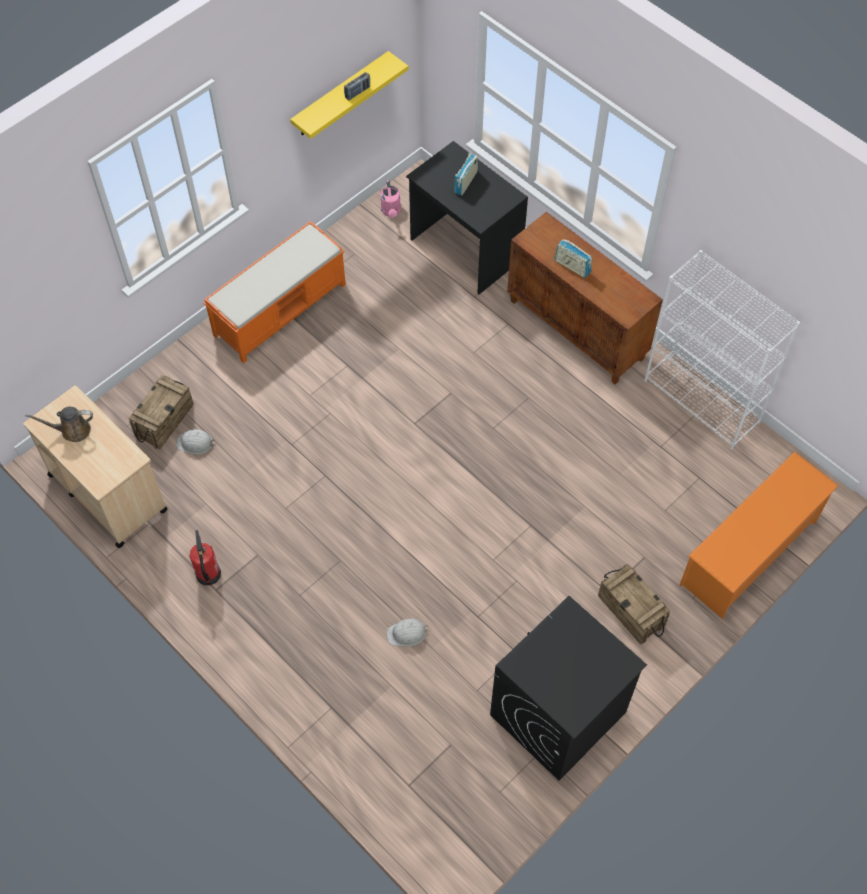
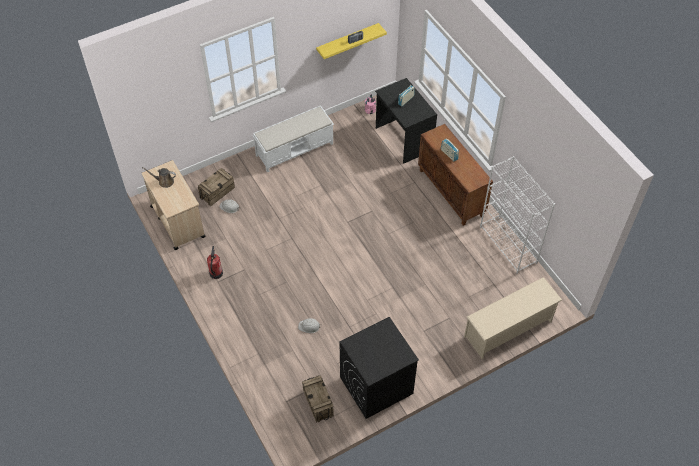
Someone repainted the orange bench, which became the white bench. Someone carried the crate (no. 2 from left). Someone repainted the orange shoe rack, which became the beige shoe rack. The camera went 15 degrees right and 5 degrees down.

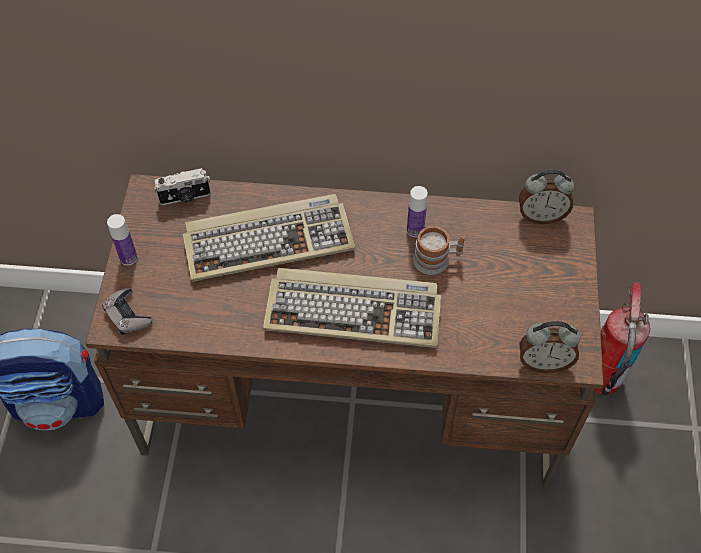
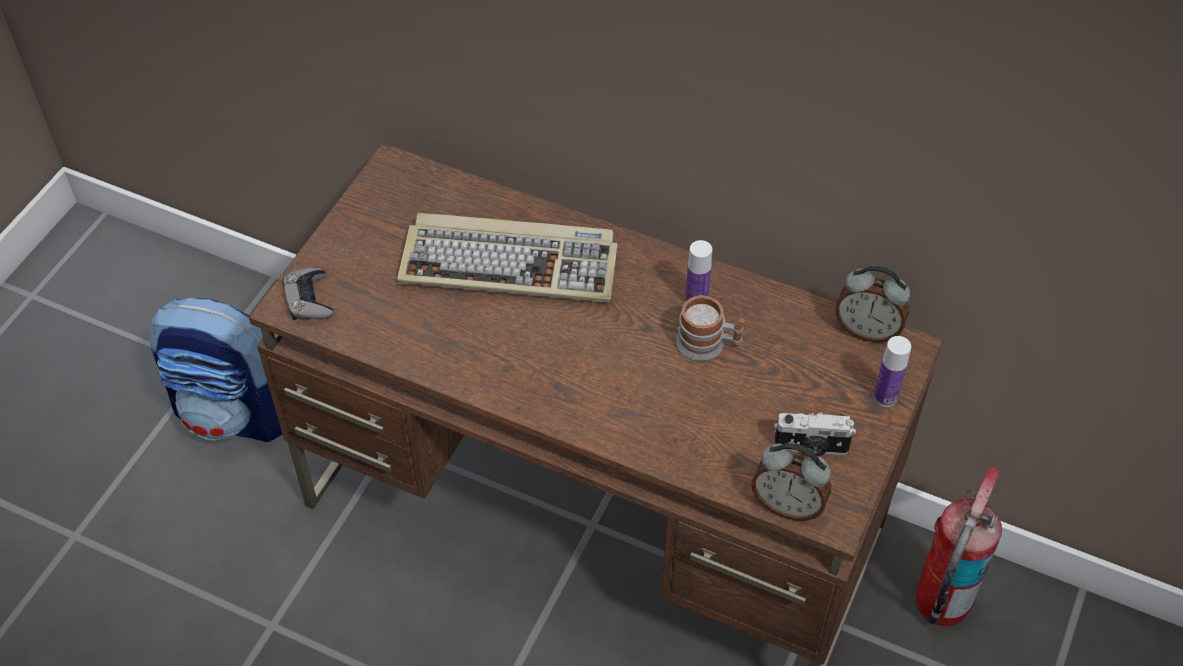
Someone carried the bottle (no. 1 from left in the first image). Someone carried the photo camera. Someone took away the keyboard (no. 2 from left). The camera went 20 degrees right and 5 degrees down.

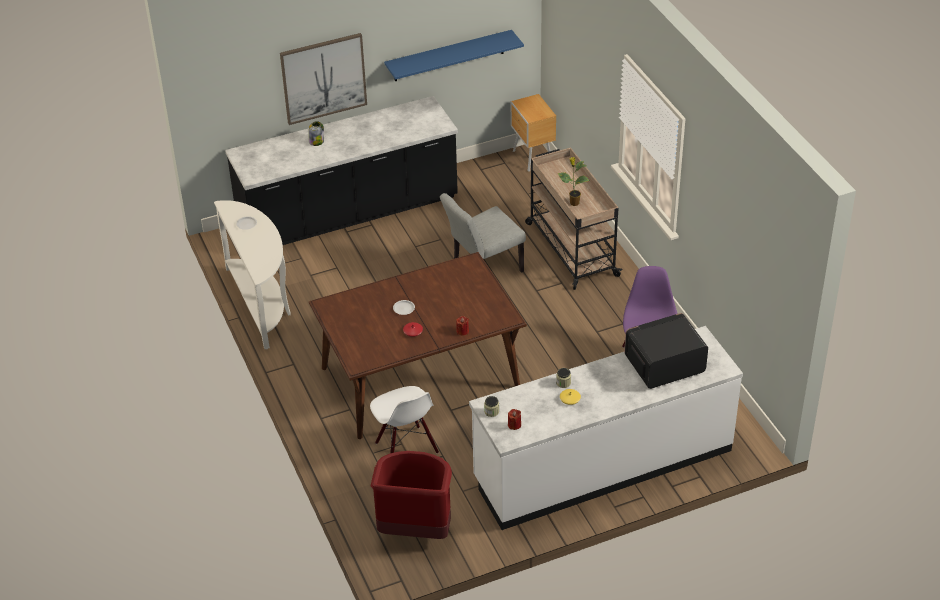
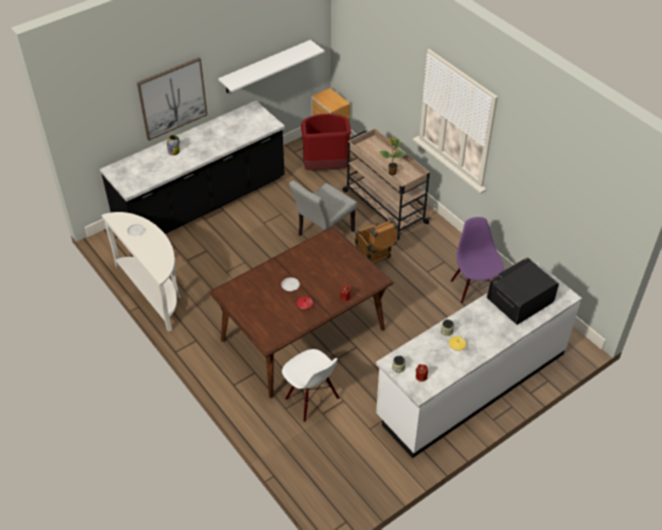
Someone carried the red trash can. Someone repainted the blue shelf, which became the white shelf. Someone put down the crate. The camera went 15 degrees left and 5 degrees up.

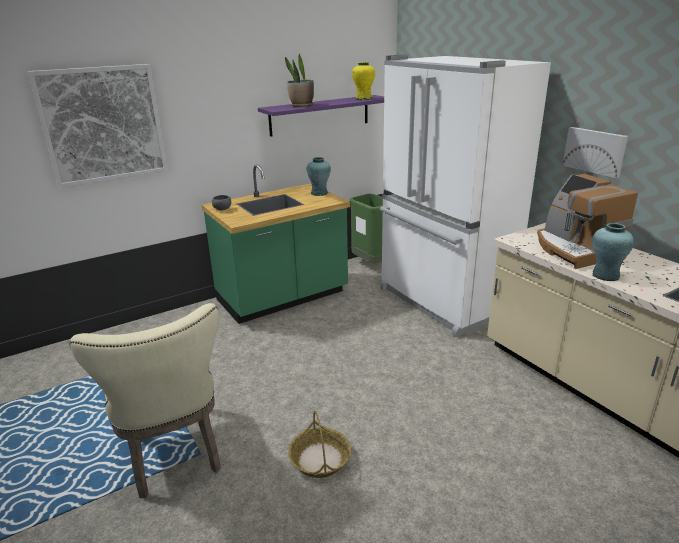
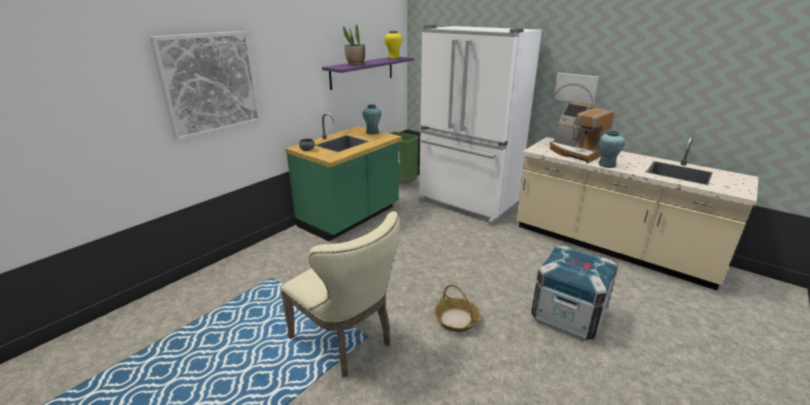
Someone put down the crate. The camera went 20 degrees left and 0 degrees up.

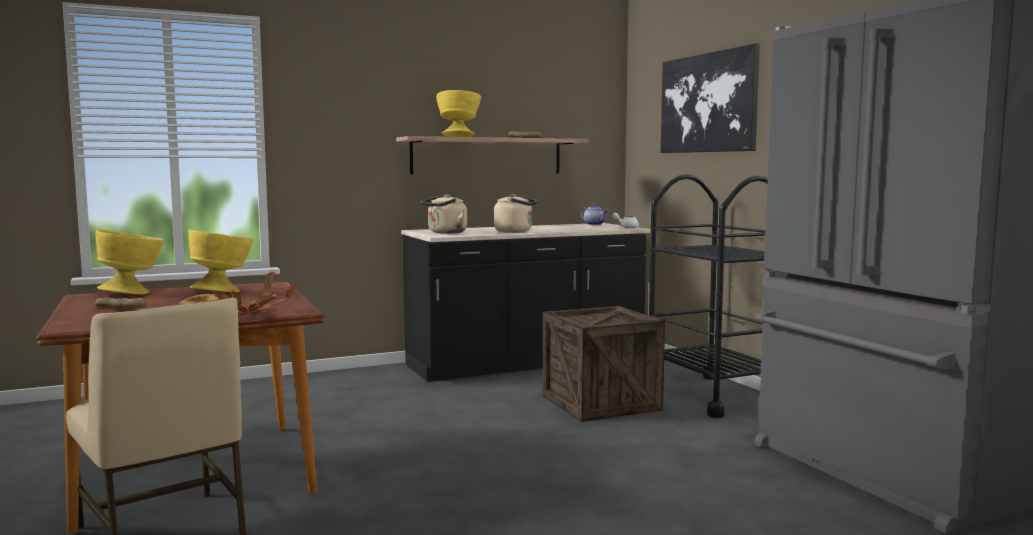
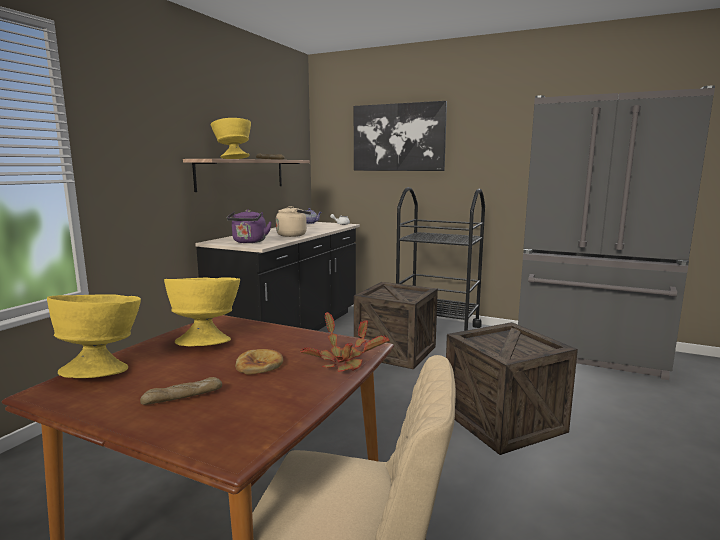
Someone repainted the beige kettle (no. 1 from left), which became the purple kettle. Someone put down the crate (no. 2 from left). The camera went 40 degrees left and 5 degrees up.

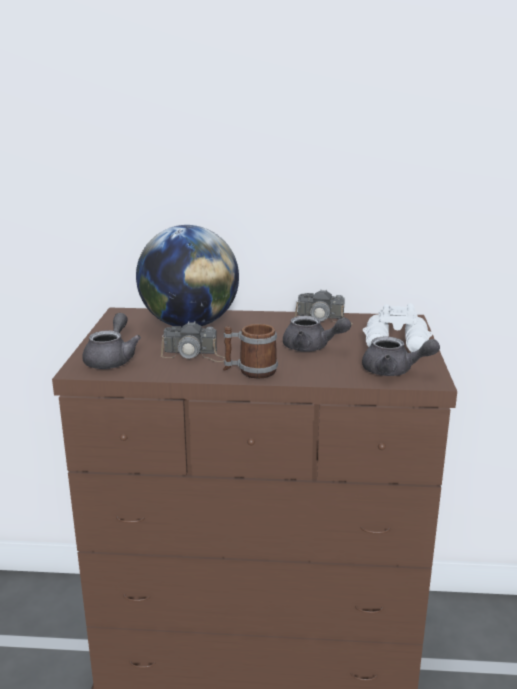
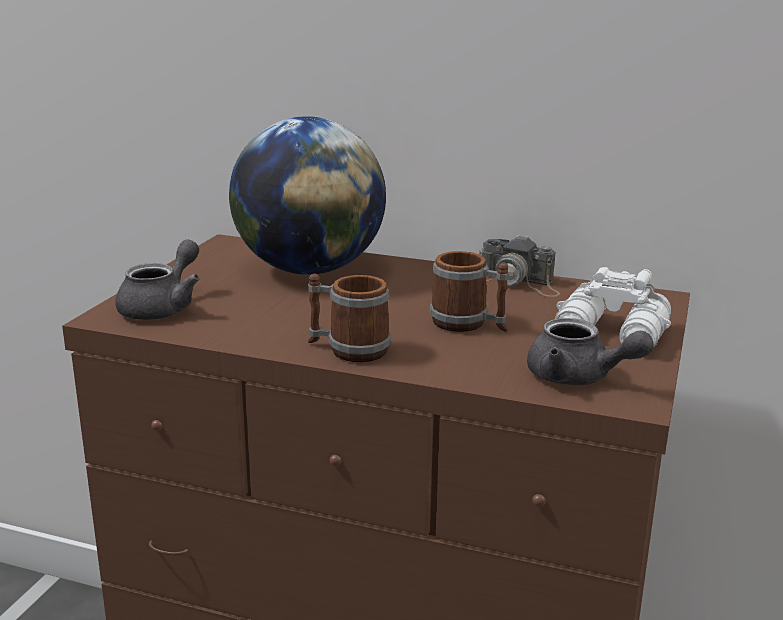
Someone took away the photo camera (no. 1 from left). Someone swapped the grey teapot (no. 2 from left) for the mug (no. 2 from left). The camera went 15 degrees right and 0 degrees up.

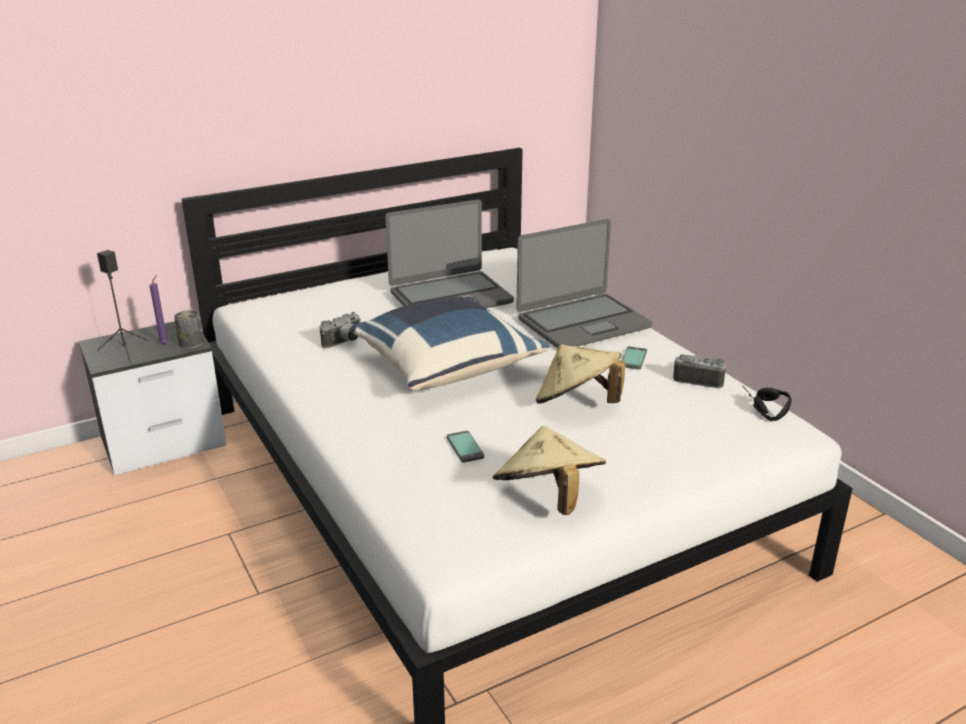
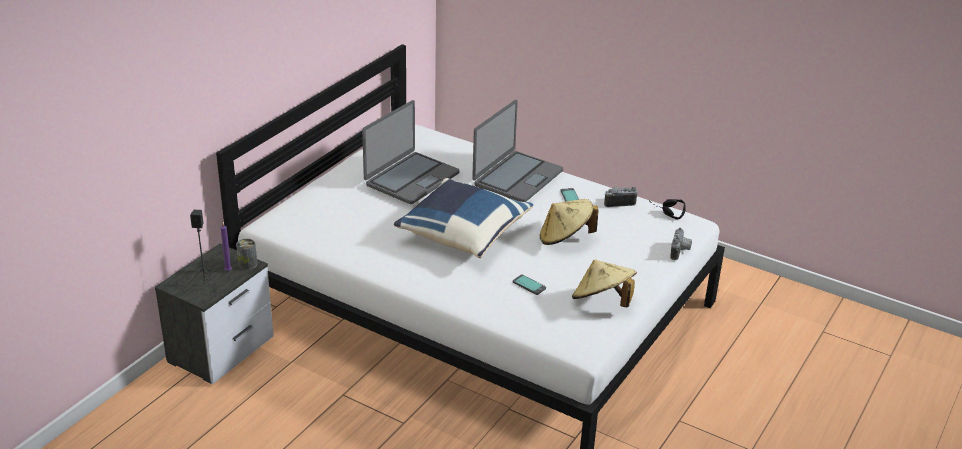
Someone carried the photo camera (no. 1 from left in the first image). The camera went 30 degrees left and 5 degrees up.

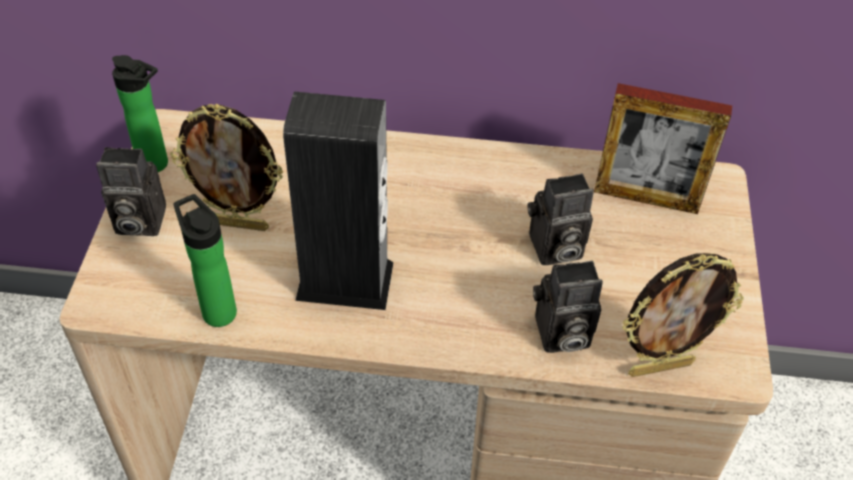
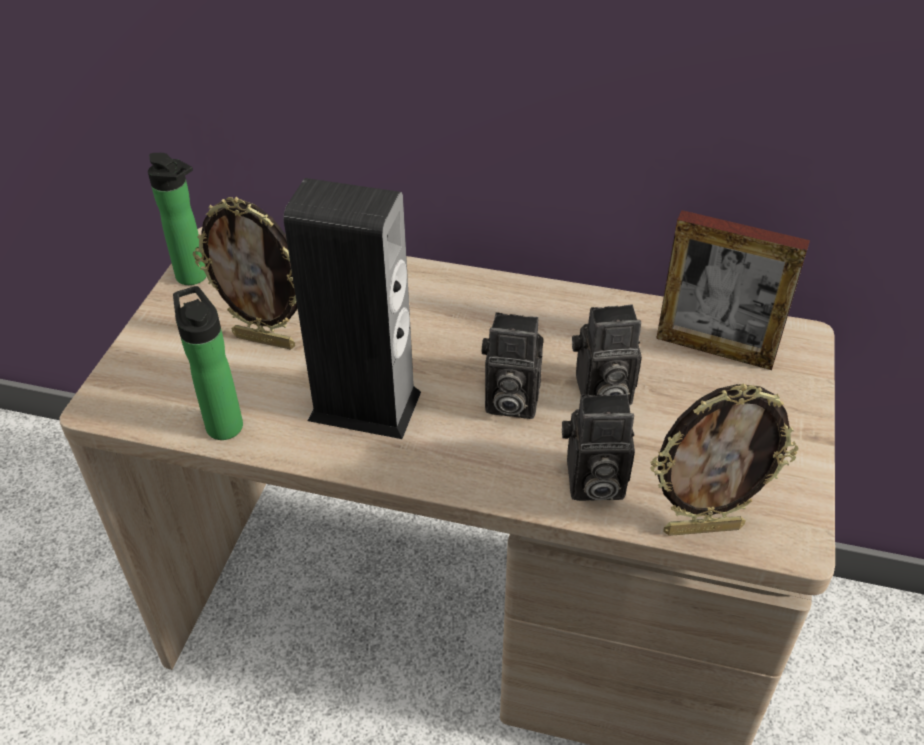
Someone carried the photo camera (no. 1 from left). The camera went 10 degrees right and 5 degrees down.

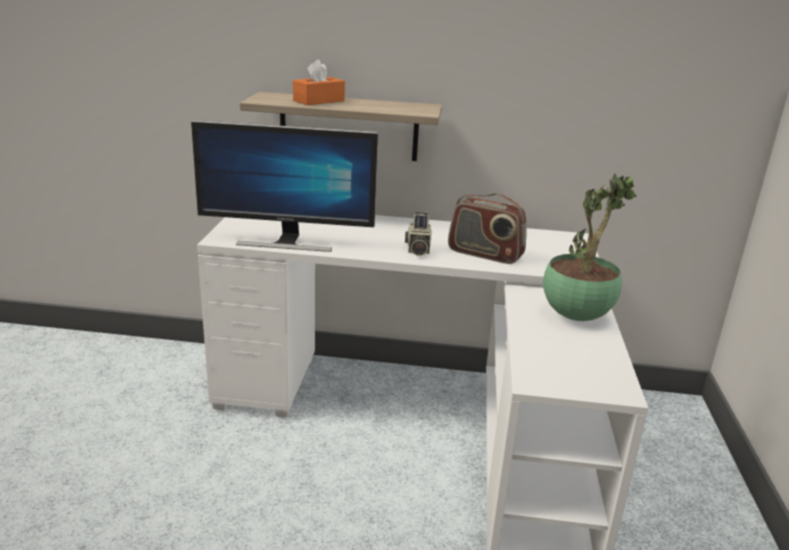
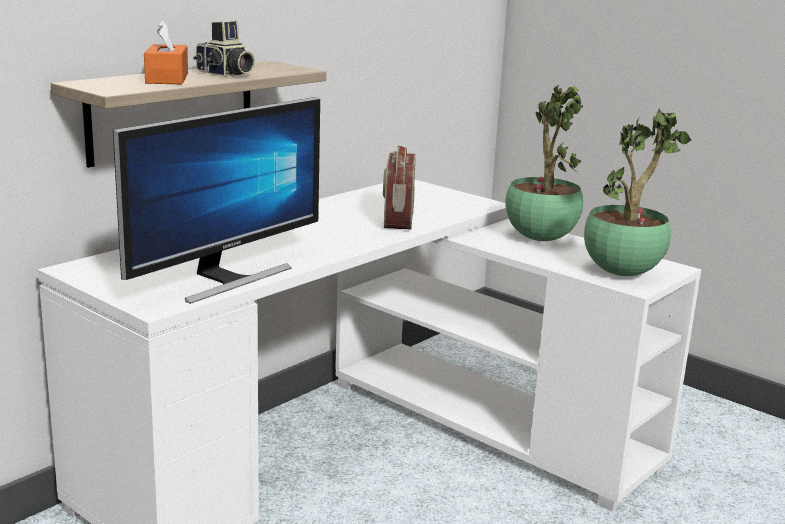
Someone carried the photo camera. Someone rotated the radio by 120 degrees clockwise. Someone put down the potted plant (no. 2 from left). The camera went 55 degrees left and 5 degrees down.

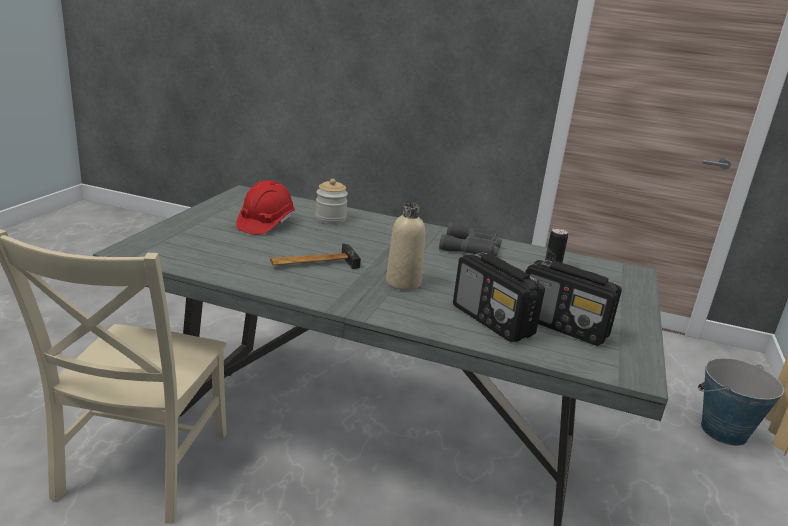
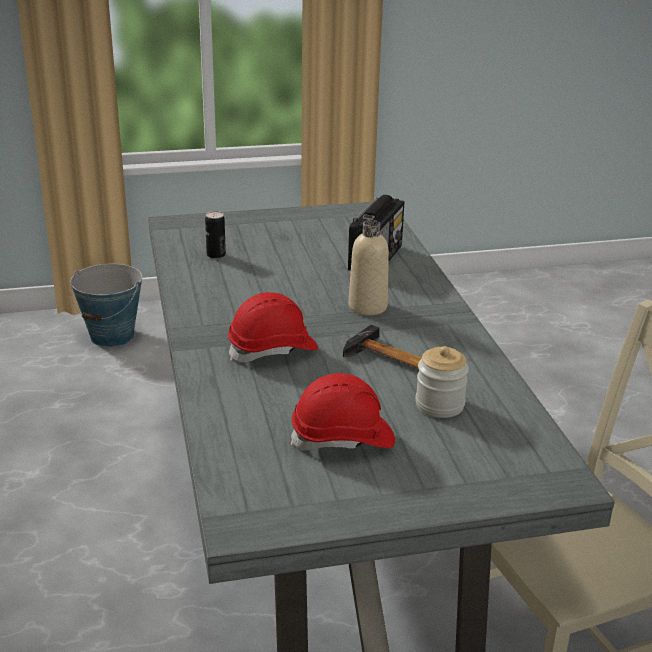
Someone carried the jar. Someone took away the grey binoculars. Someone took away the radio (no. 2 from left). Someone put down the red hard hat (no. 1 from left). The camera went 120 degrees left and 5 degrees up.

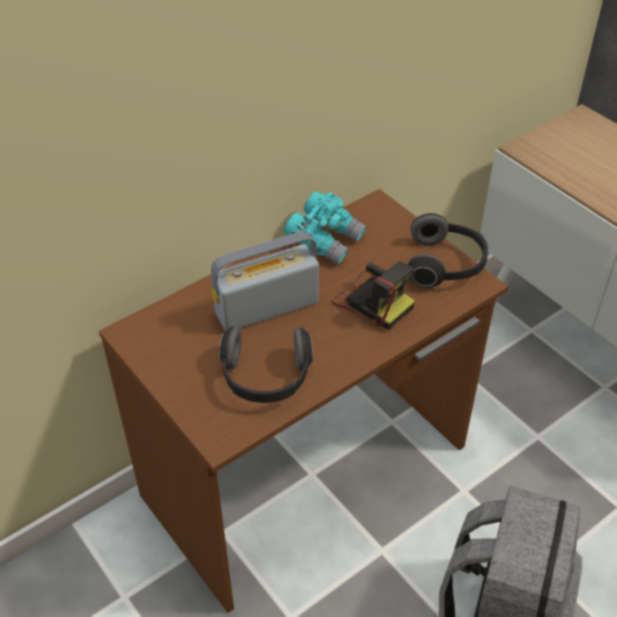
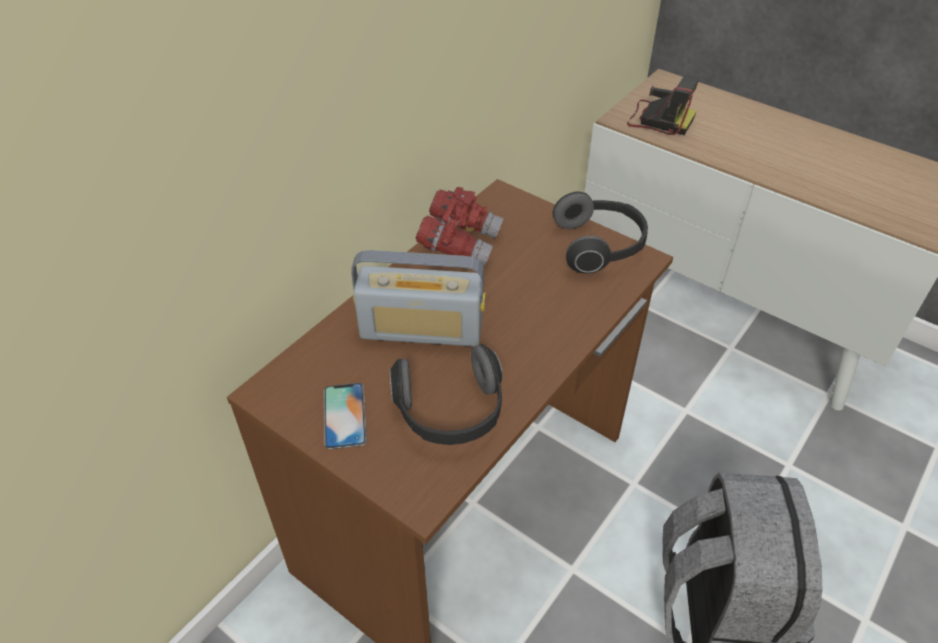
Someone rotated the radio by 135 degrees counterclockwise. Someone repainted the turquoise binoculars, which became the red binoculars. Someone carried the photo camera. Someone put down the phone. The camera went 15 degrees left and 0 degrees up.

